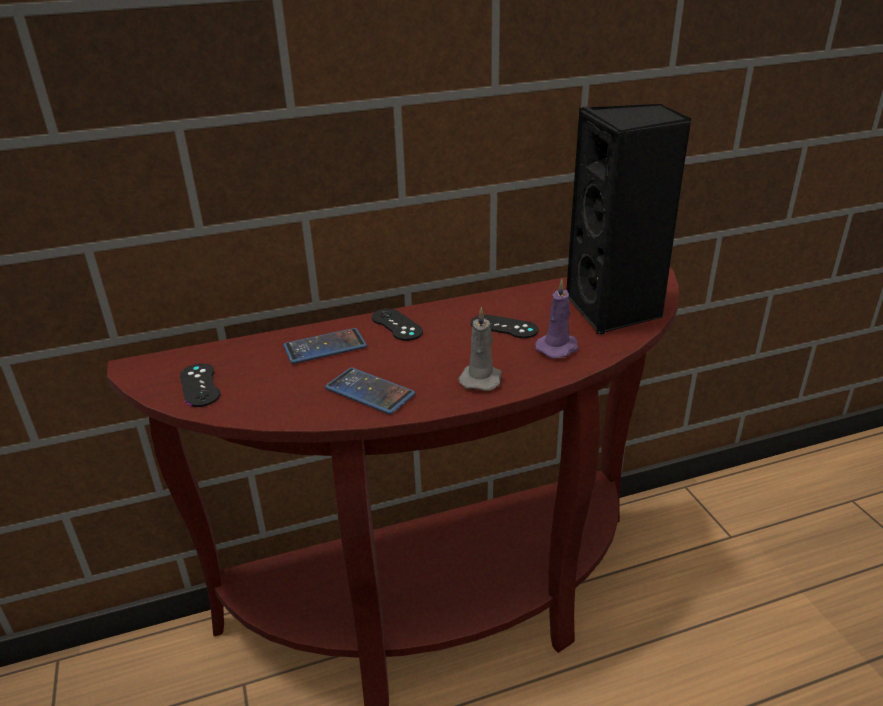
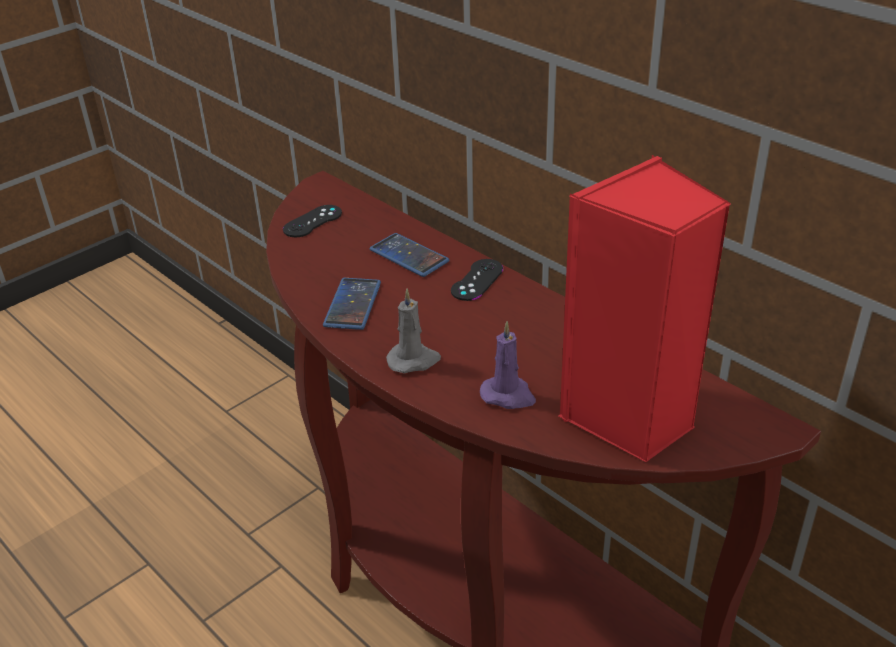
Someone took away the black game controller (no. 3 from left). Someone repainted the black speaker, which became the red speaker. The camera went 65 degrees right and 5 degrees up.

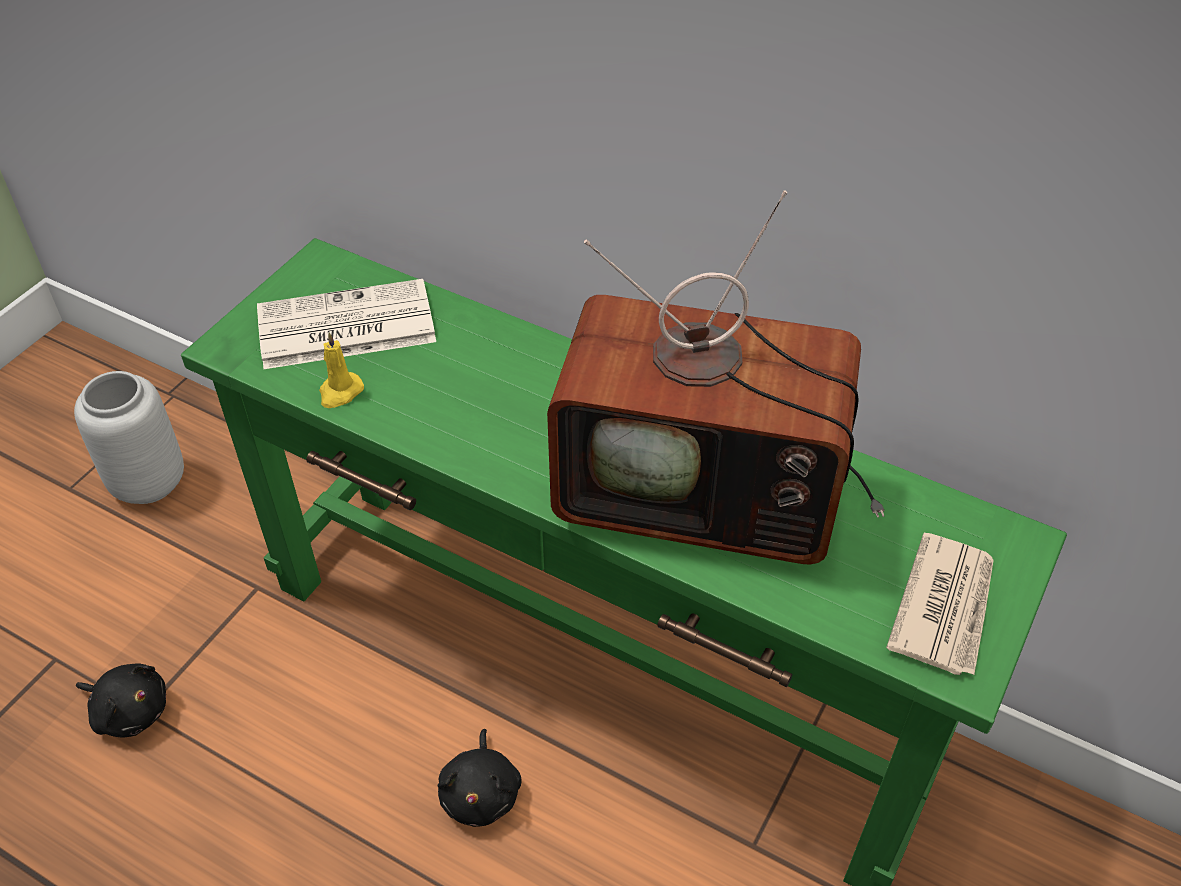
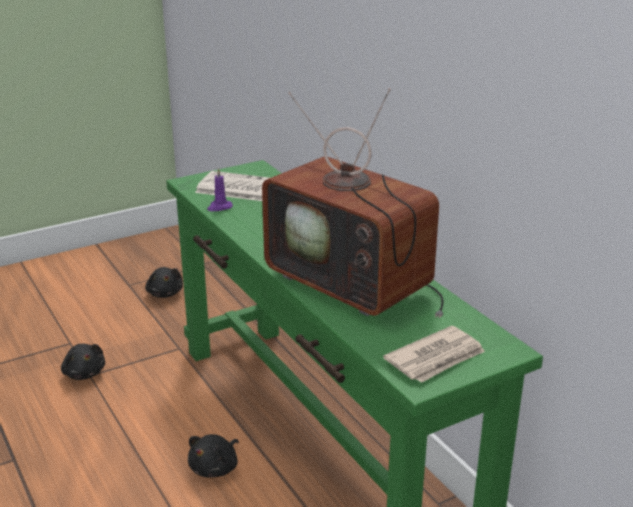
Someone swapped the grey vase for the black plush toy (no. 2 from left). Someone repainted the yellow candle, which became the purple candle. The camera went 30 degrees right and 20 degrees down.

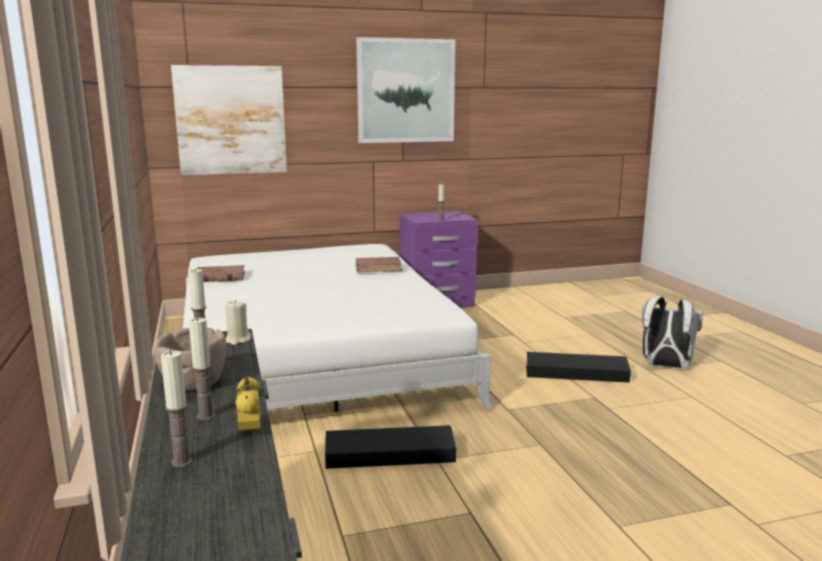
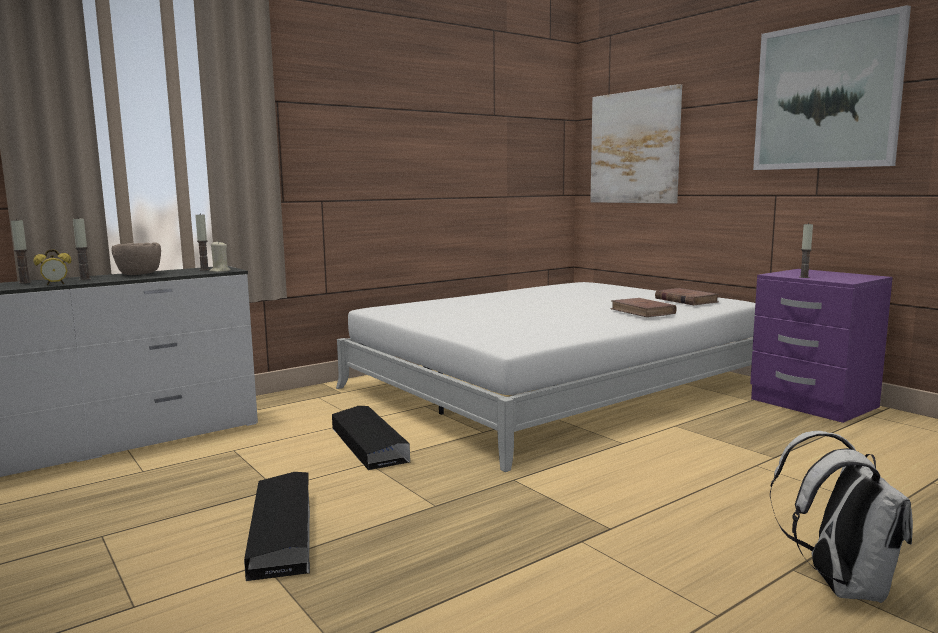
Someone carried the brown book (no. 1 from left in the first image). Someone carried the black storage box (no. 2 from left in the first image). The camera went 70 degrees right and 5 degrees down.

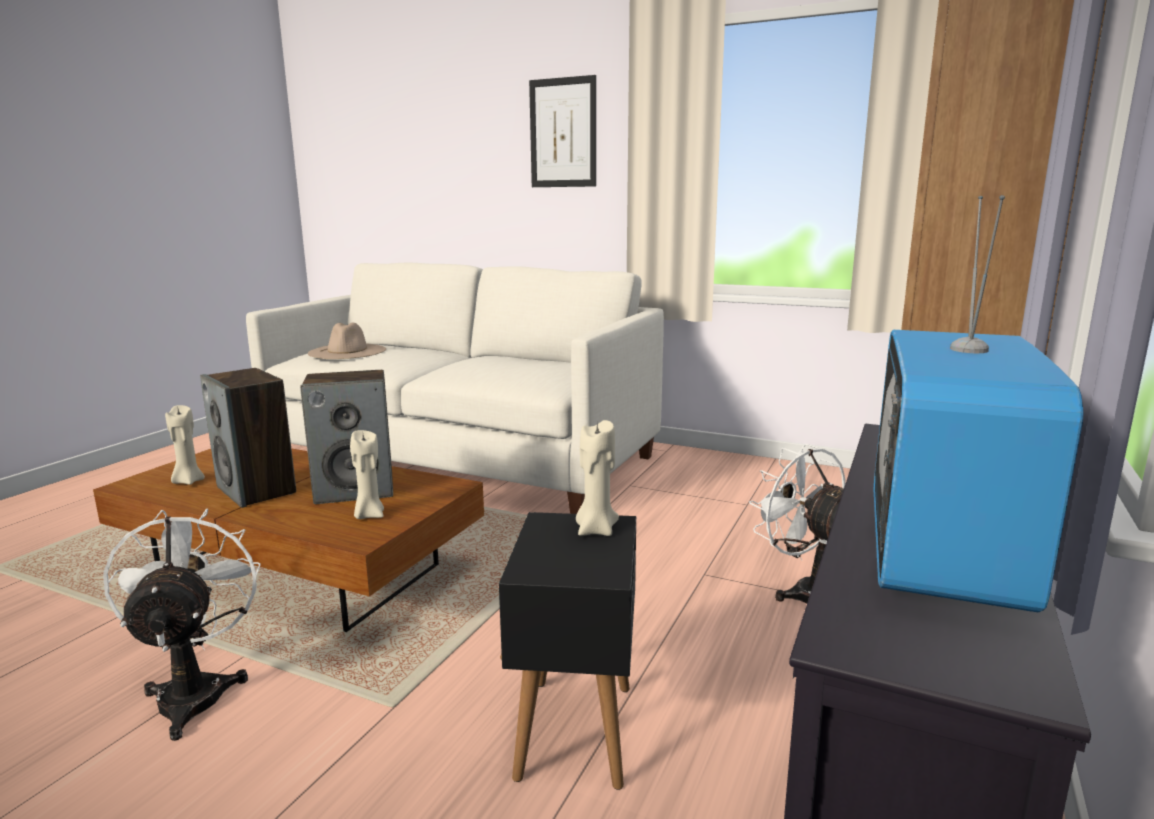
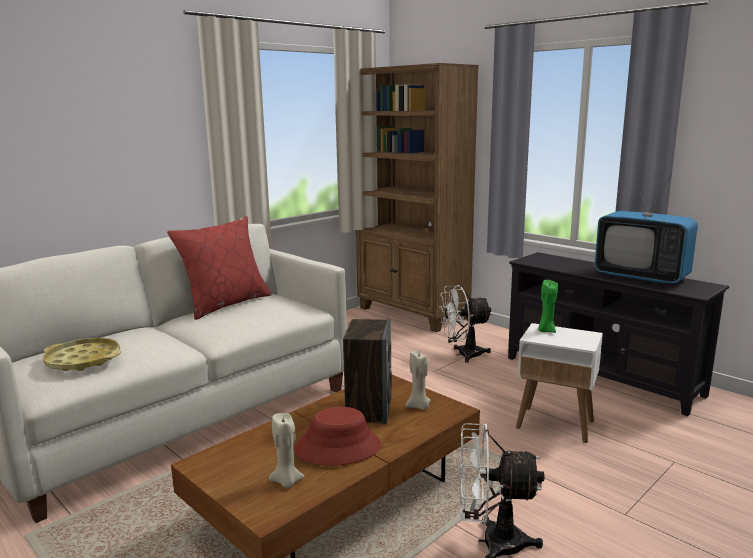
Someone swapped the speaker (no. 1 from left) for the red hat. Someone swapped the beige hat for the yellow tray. Someone repainted the black side table, which became the white side table. Someone took away the picture. Someone repainted the beige candle (no. 3 from left), which became the green candle. Someone put down the red pillow. The camera went 70 degrees left and 0 degrees up.

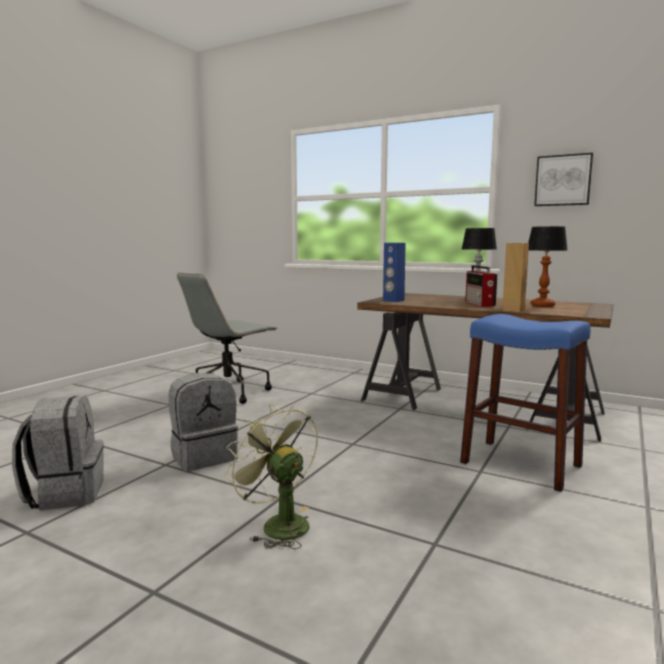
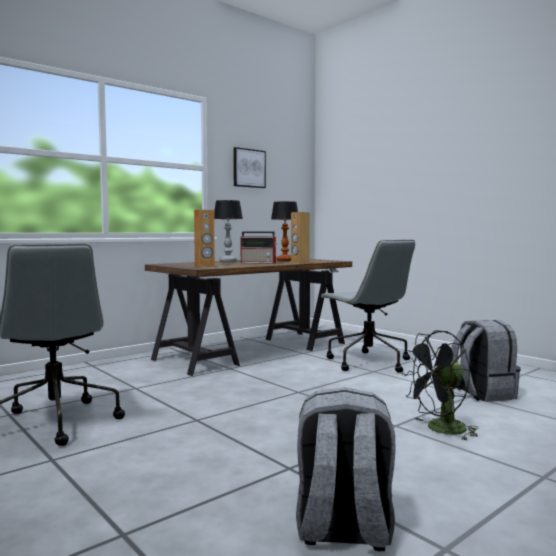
Someone carried the grey backpack (no. 2 from left). Someone repainted the green fan, which became the black fan. Someone repainted the blue speaker, which became the brown speaker (no. 1 from left). Someone swapped the blue stool for the grey office chair (no. 2 from left). The camera went 70 degrees left and 5 degrees down.

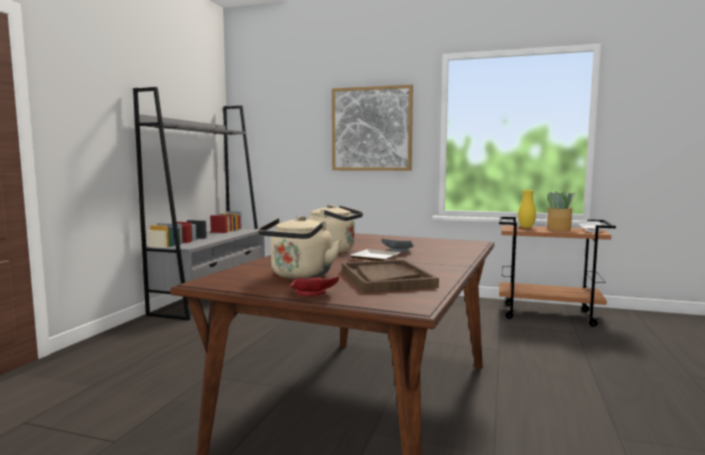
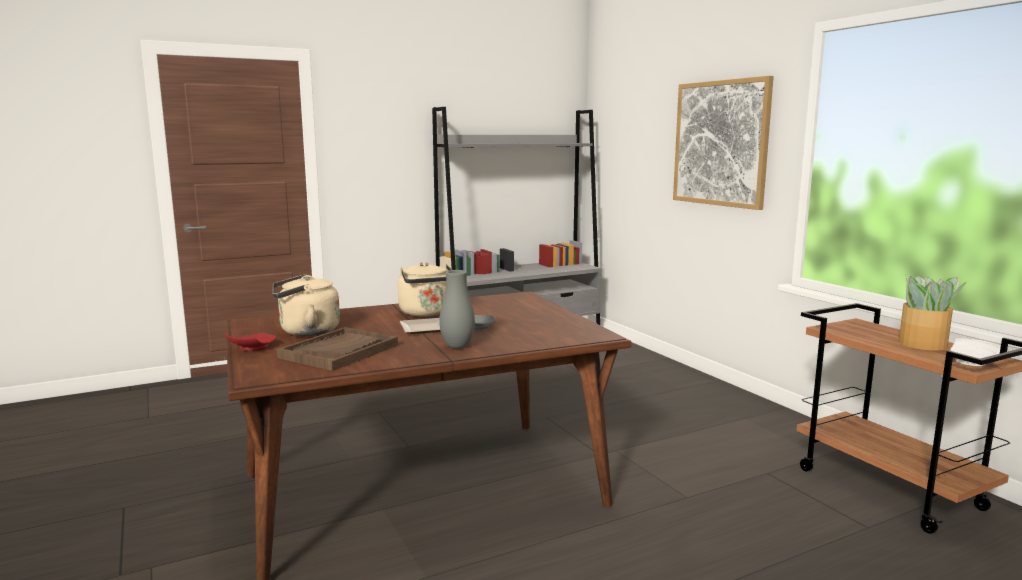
Someone took away the yellow vase. Someone put down the grey vase. The camera went 45 degrees right and 5 degrees up.

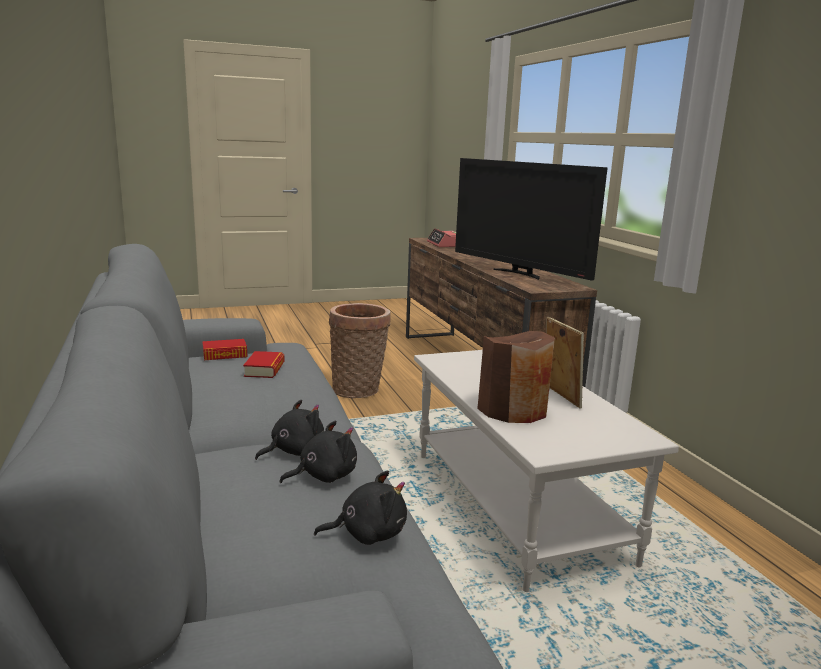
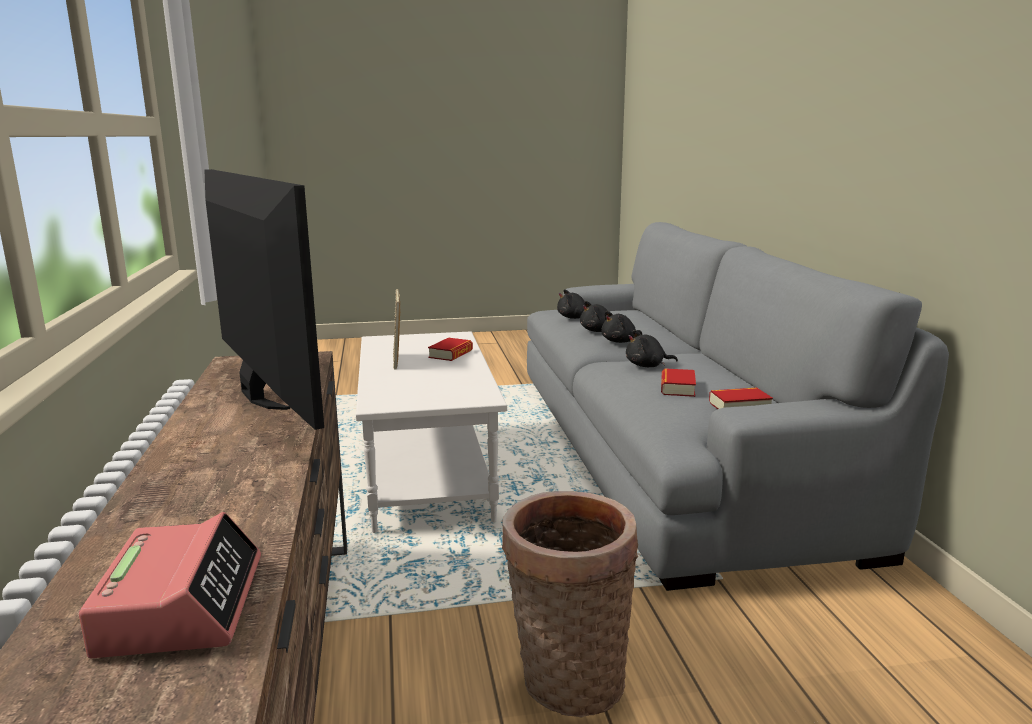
Someone swapped the brown vase for the book (no. 1 from left). Someone put down the black plush toy (no. 4 from left). The camera went 170 degrees left and 0 degrees up.

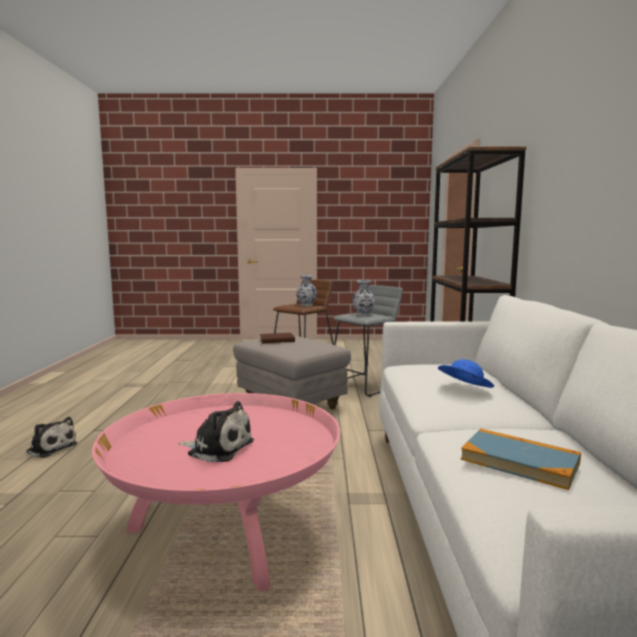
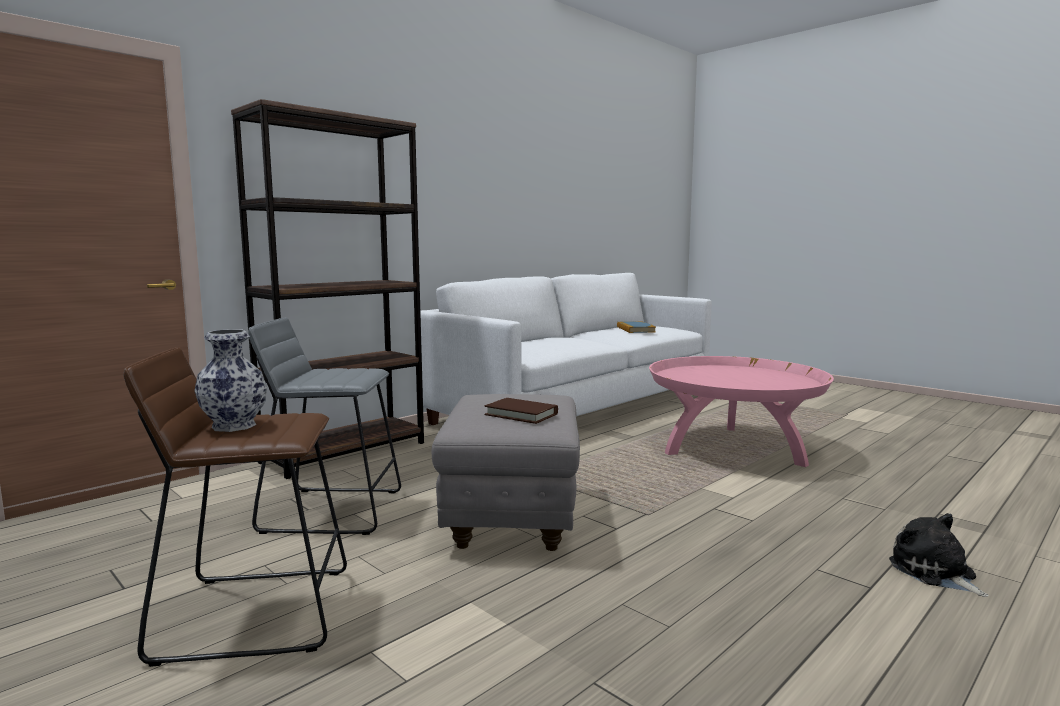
Someone took away the plush toy (no. 2 from left). Someone took away the vase (no. 2 from left). Someone took away the blue hat. The camera went 135 degrees left and 0 degrees up.

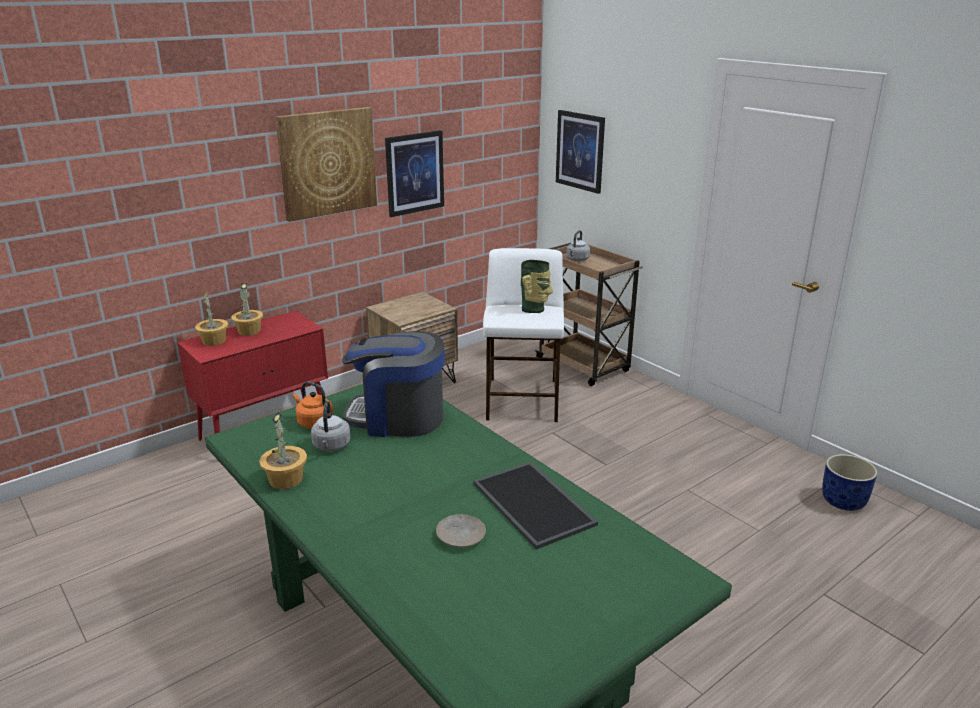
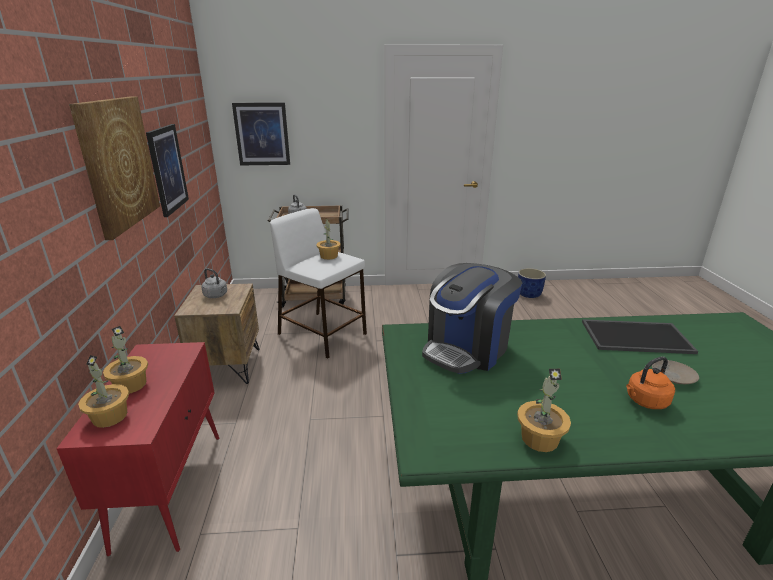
Someone carried the orange kettle. Someone carried the grey kettle (no. 1 from left). Someone swapped the vase for the potted plant (no. 3 from left). The camera went 55 degrees left and 0 degrees up.

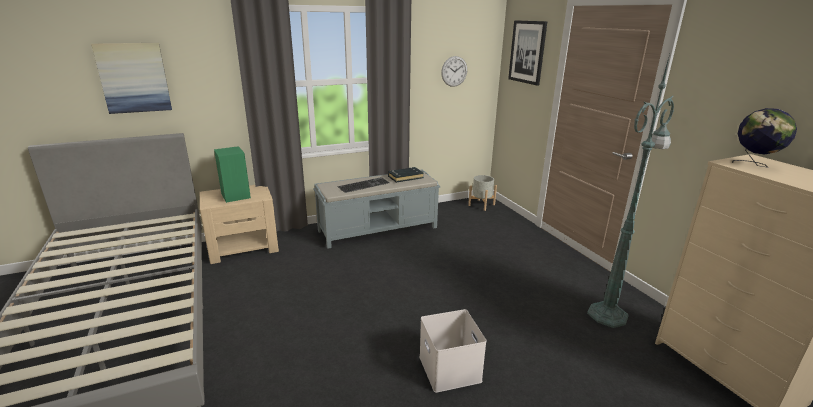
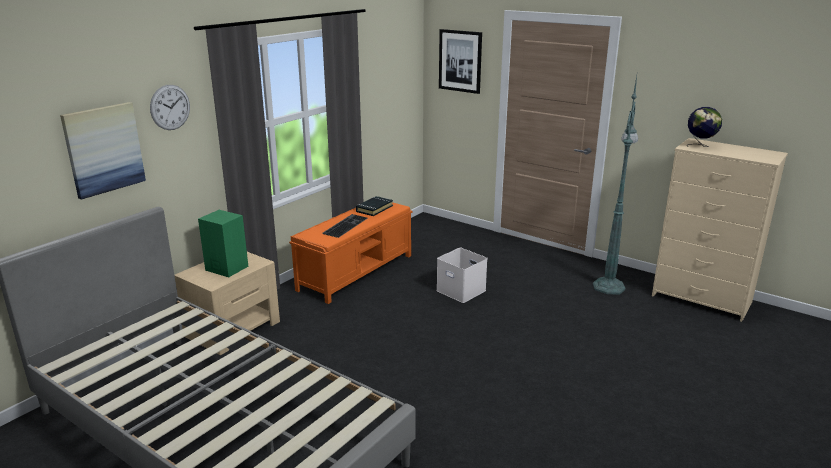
Someone repainted the grey bench, which became the orange bench. Someone carried the white storage box. Someone carried the wall clock. Someone took away the grey planter. The camera went 30 degrees left and 0 degrees up.

